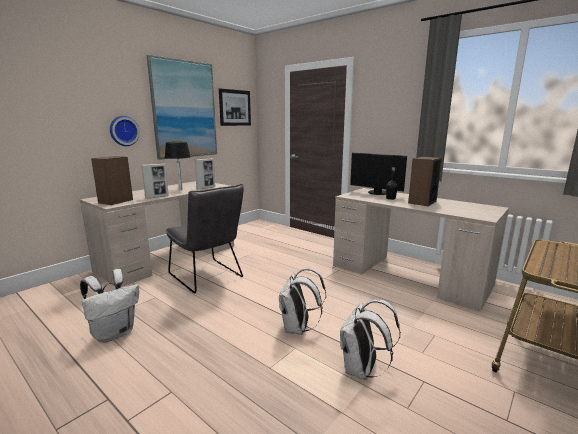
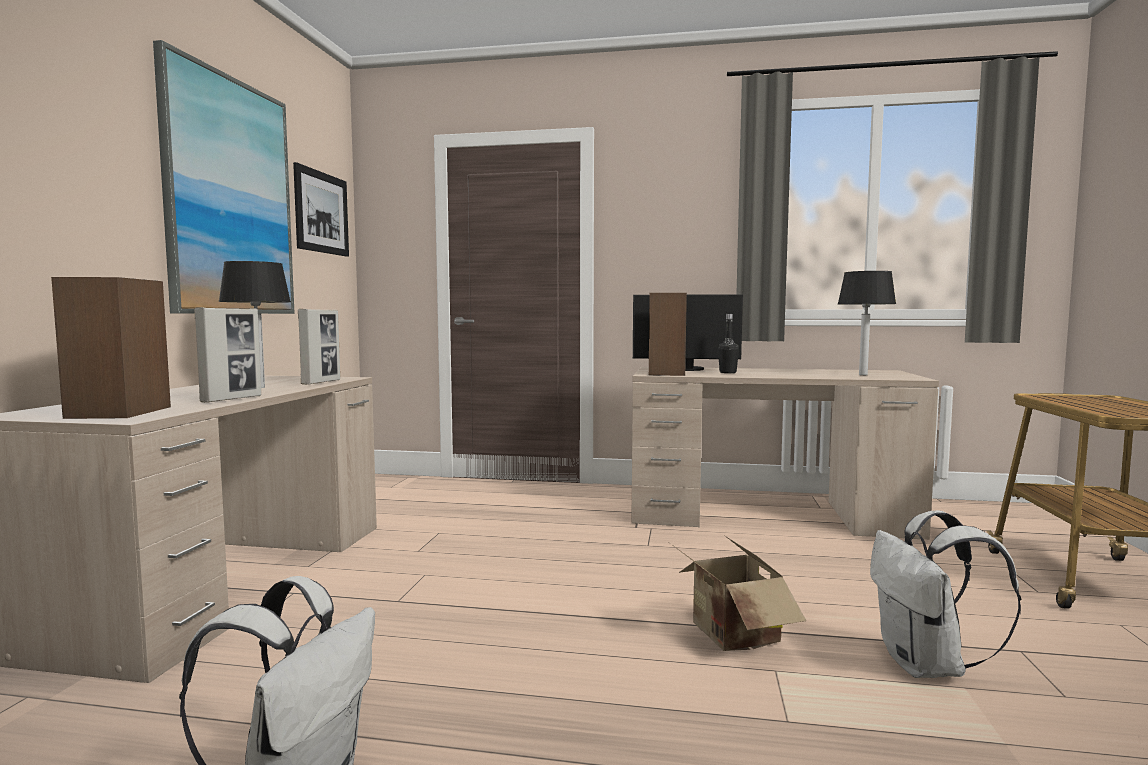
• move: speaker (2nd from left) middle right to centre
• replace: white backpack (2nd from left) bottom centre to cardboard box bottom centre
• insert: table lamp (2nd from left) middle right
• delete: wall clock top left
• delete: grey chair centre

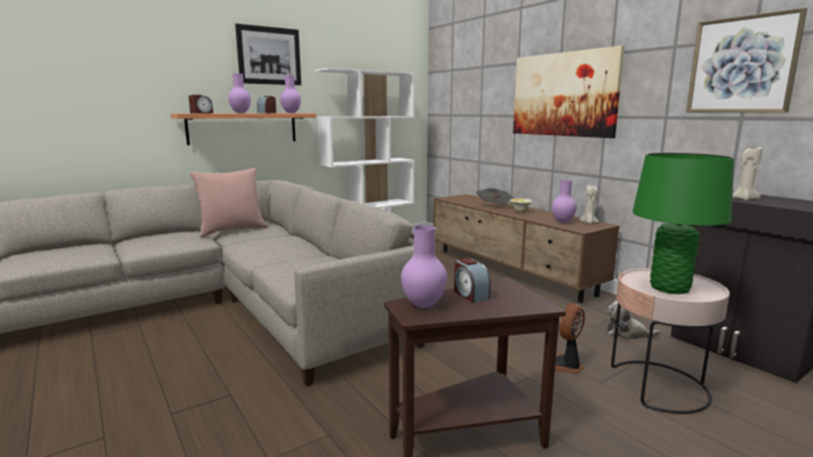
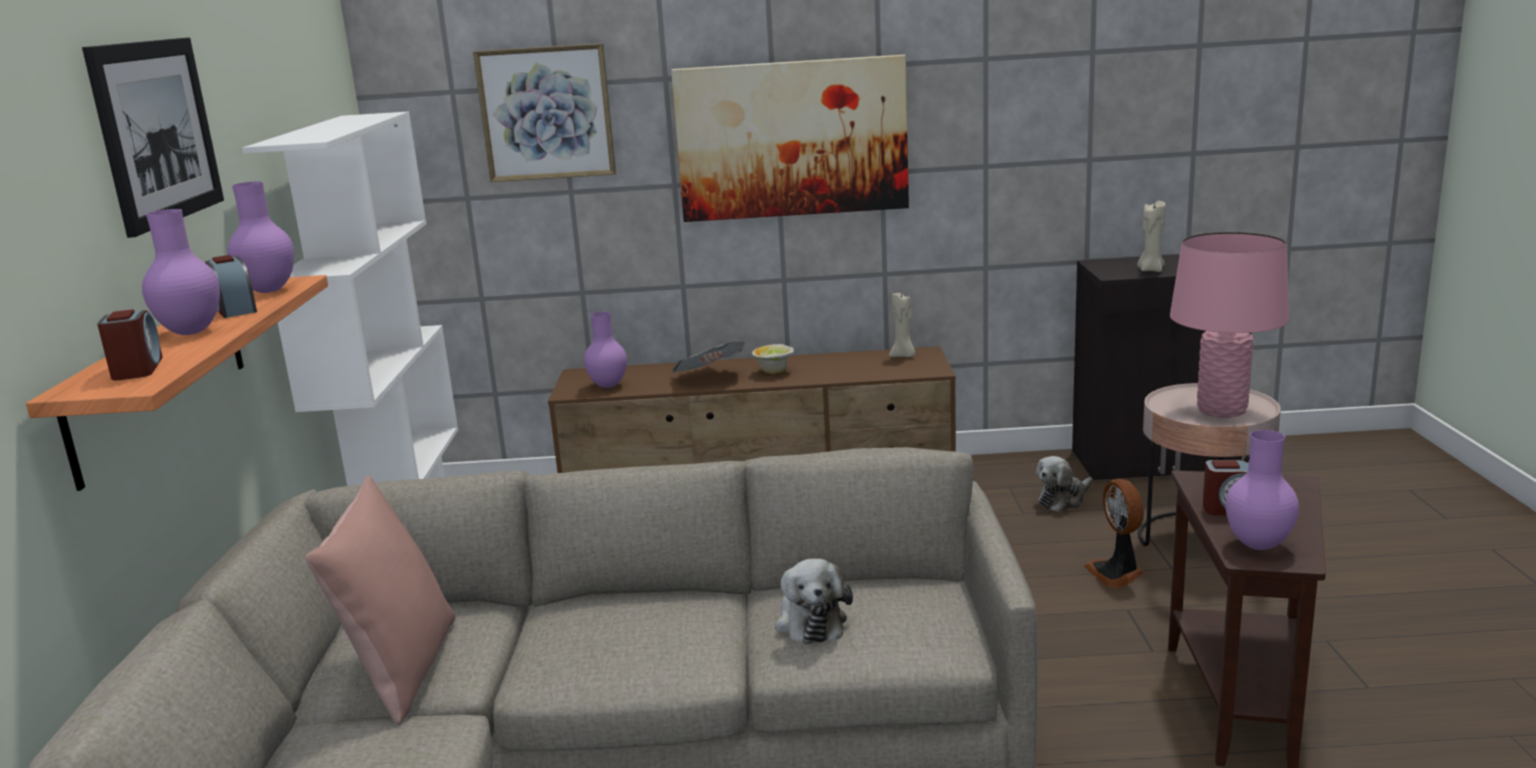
• move: picture (3rd from left in the first image) top right to picture (2nd from left) top centre
• move: purple vase (4th from left in the first image) middle right to purple vase (3rd from left) centre
• insert: plush toy (1st from left) bottom centre
• recolor: green table lamp middle right to pink table lamp middle right

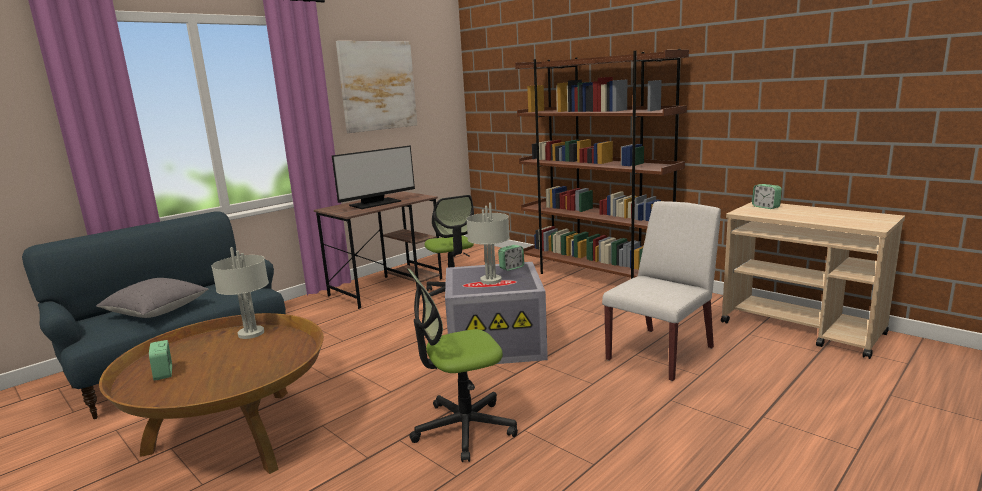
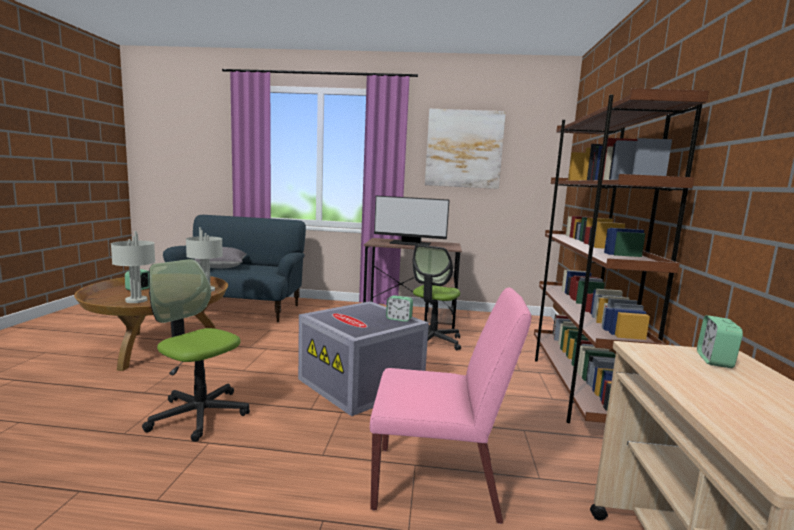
• move: grey table lamp (2nd from left in the first image) centre to grey table lamp (1st from left) middle left
• recolor: white chair middle right to pink chair bottom centre

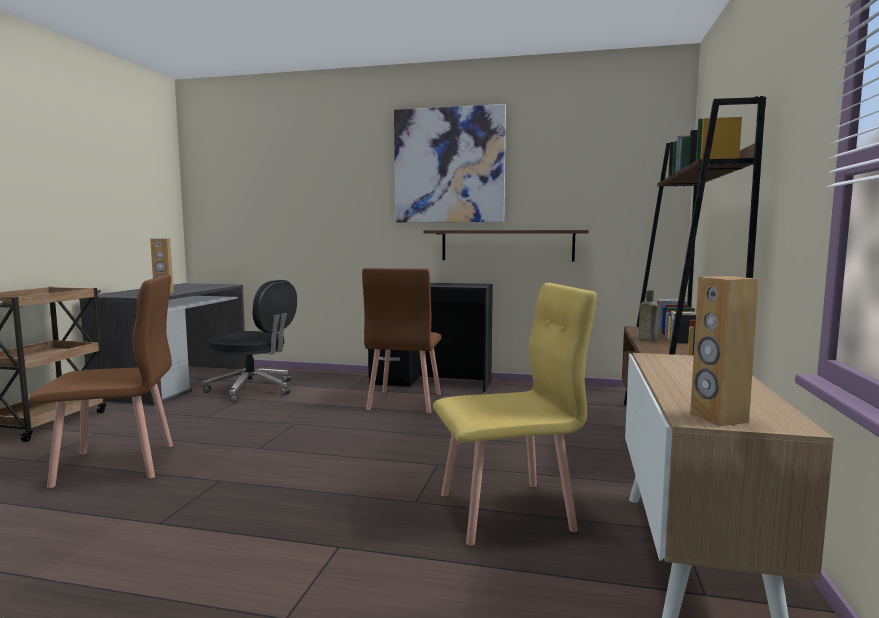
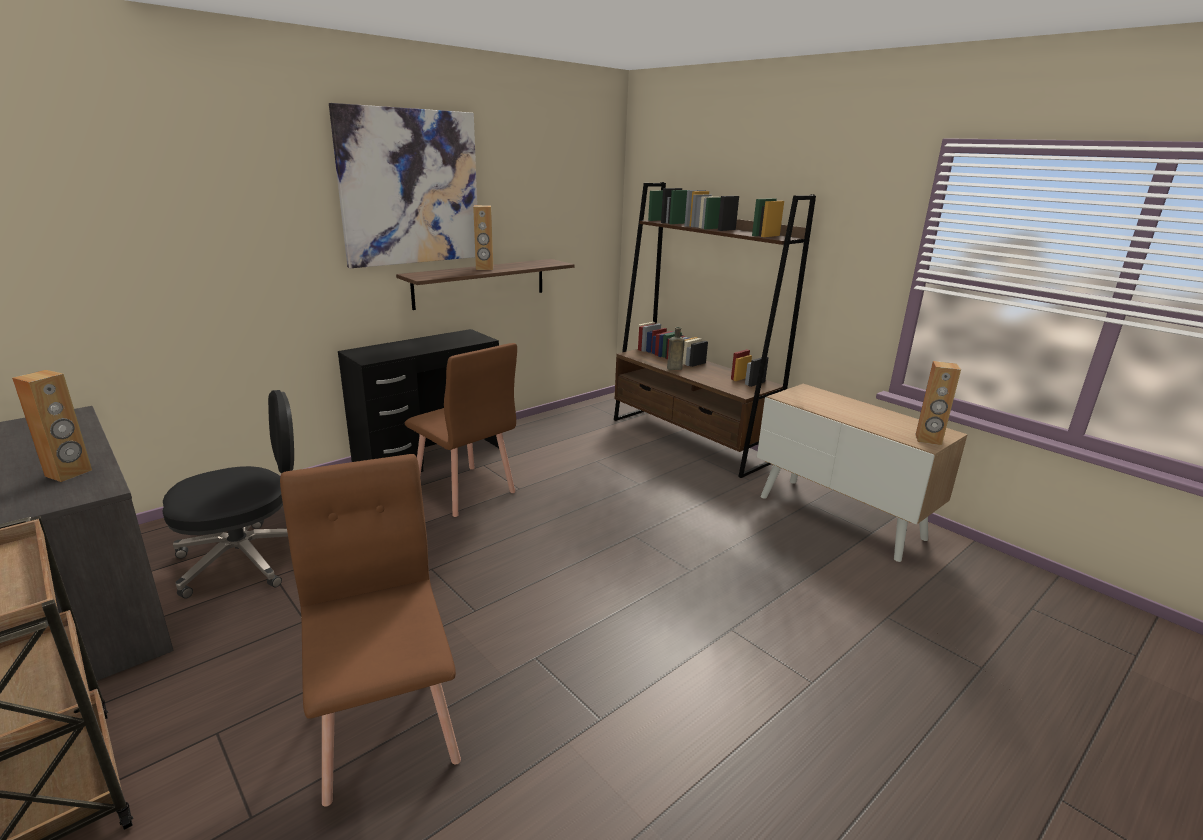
• rotate: brown chair (1st from left) middle left = bottom left 45 degrees counterclockwise
• insert: brown speaker (2nd from left) top centre
• delete: yellow chair bottom centre

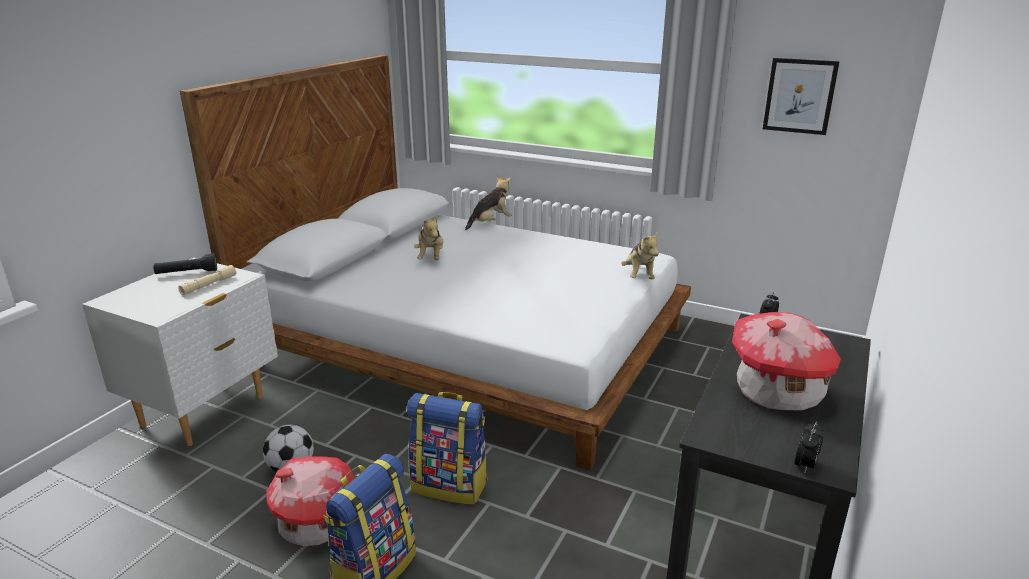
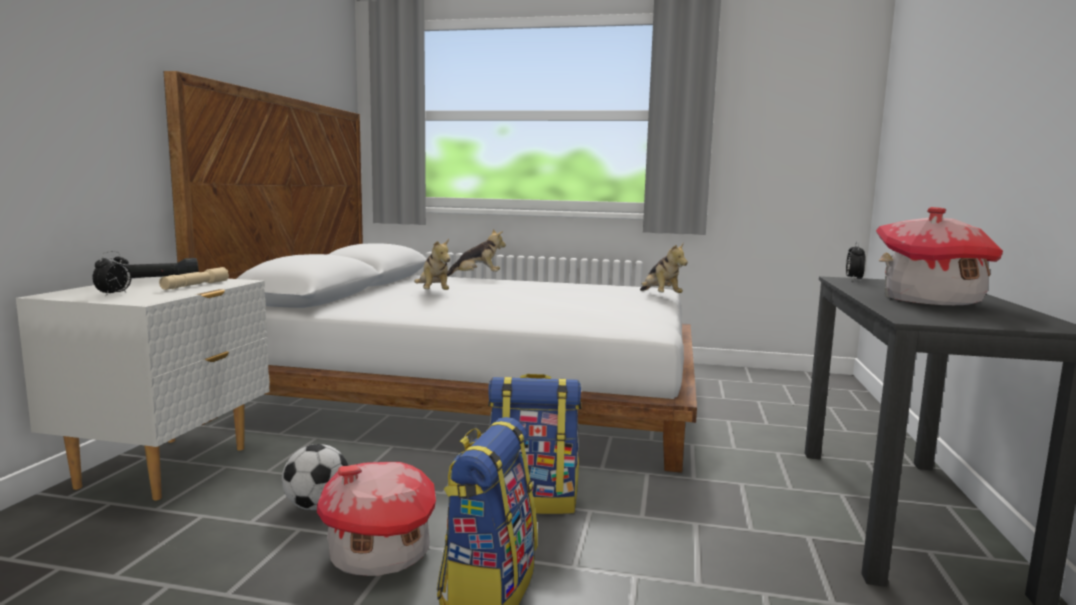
• move: alarm clock (2nd from left in the first image) bottom right to alarm clock (1st from left) middle left
• rotate: plush toy (2nd from left) centre = centre 45 degrees clockwise
• delete: picture top right

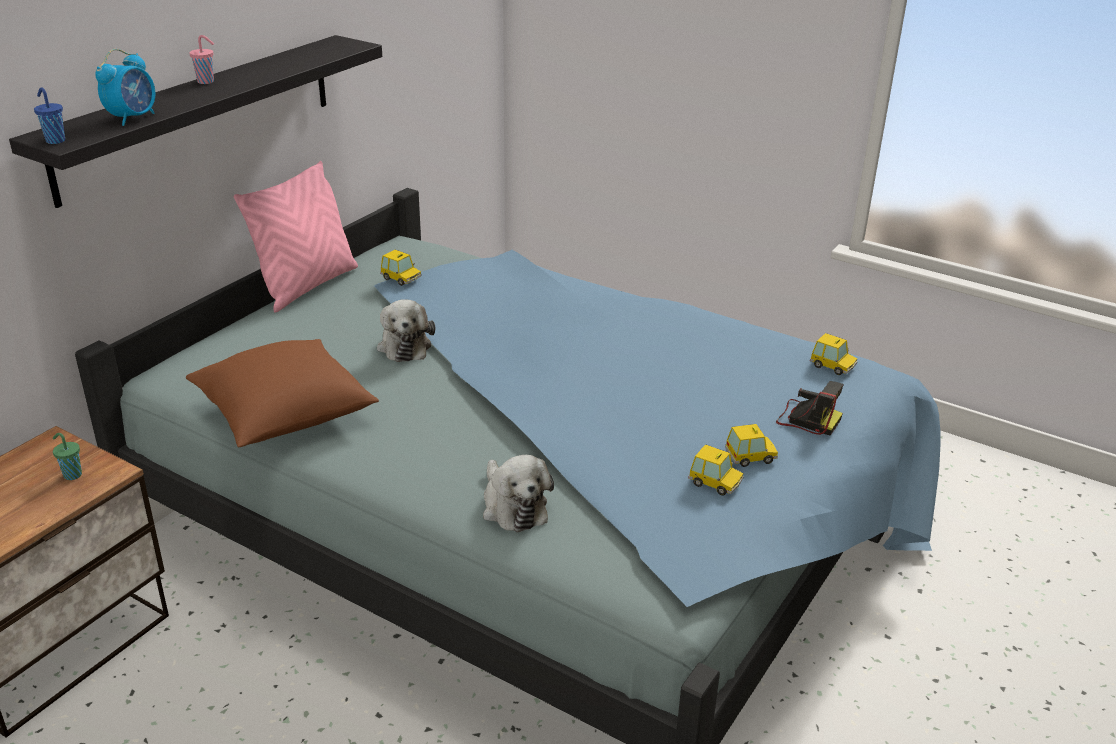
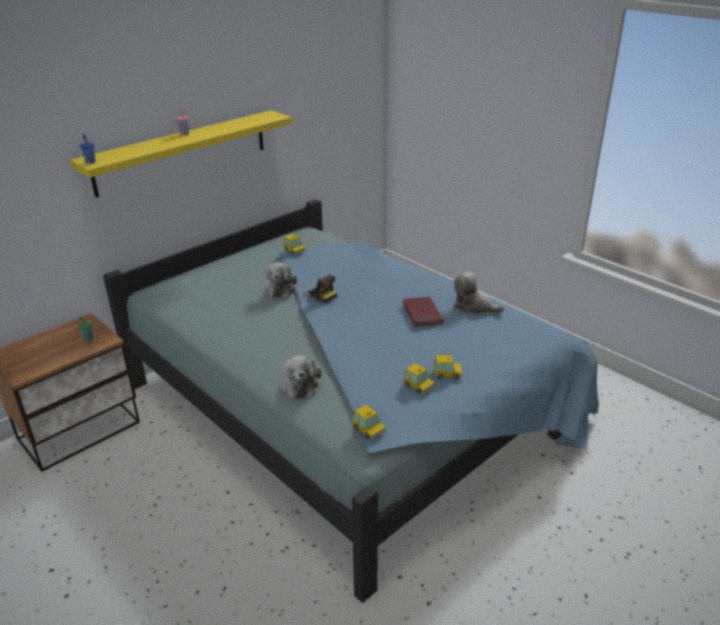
• recolor: black shelf top left to yellow shelf top left
• move: photo camera middle right to centre
• move: toy car (4th from left in the first image) middle right to toy car (2nd from left) bottom centre
• insert: red book centre
• insert: plush toy (3rd from left) centre
• delete: alarm clock top left
• delete: brown pillow middle left
• delete: pink pillow top left

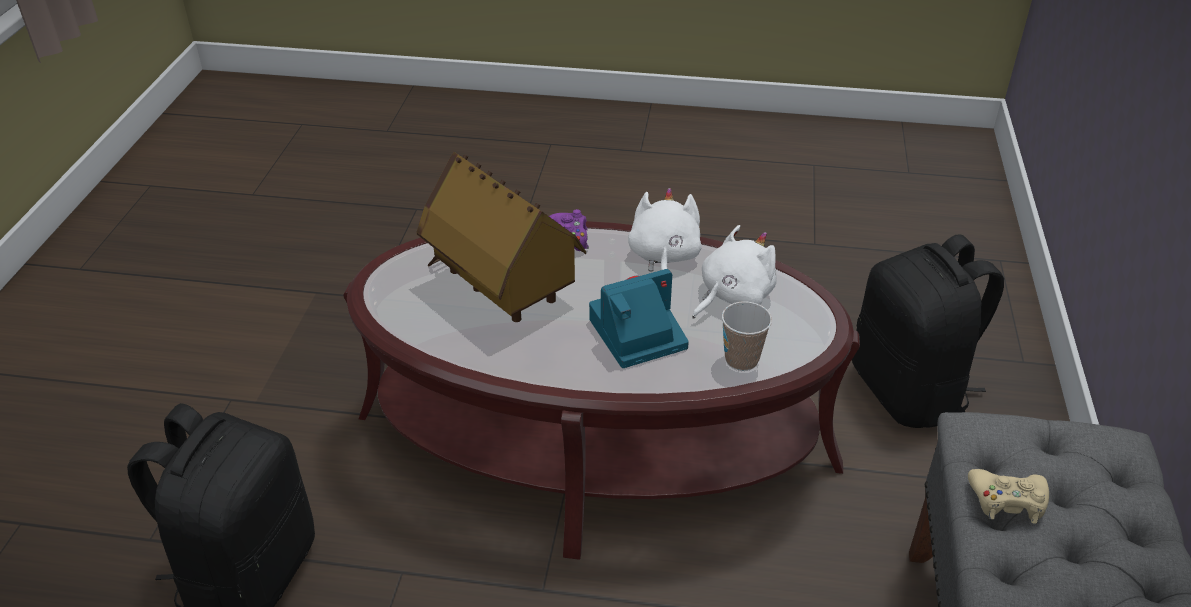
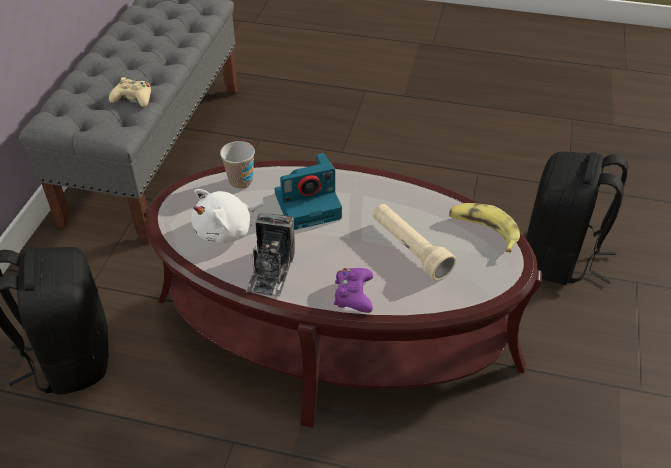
• replace: white plush toy (1st from left) centre to photo camera (1st from left) centre
• replace: toy house centre to beige flashlight centre
• insert: banana middle right

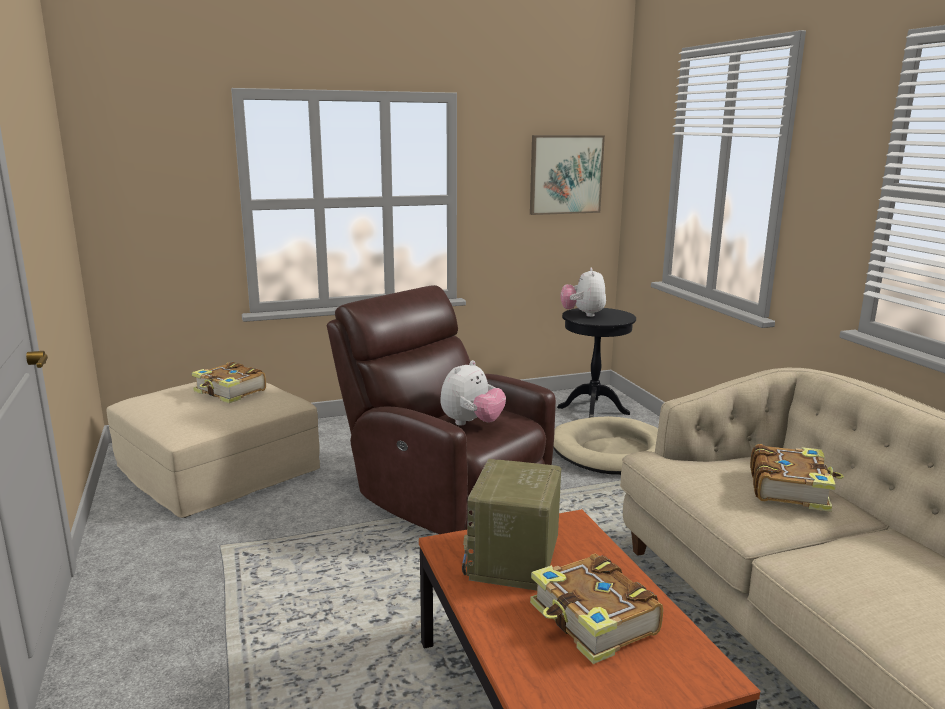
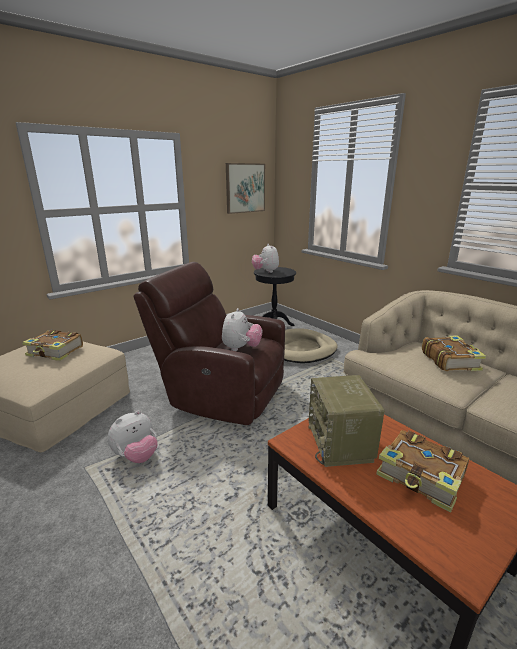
• insert: plush toy (1st from left) bottom left

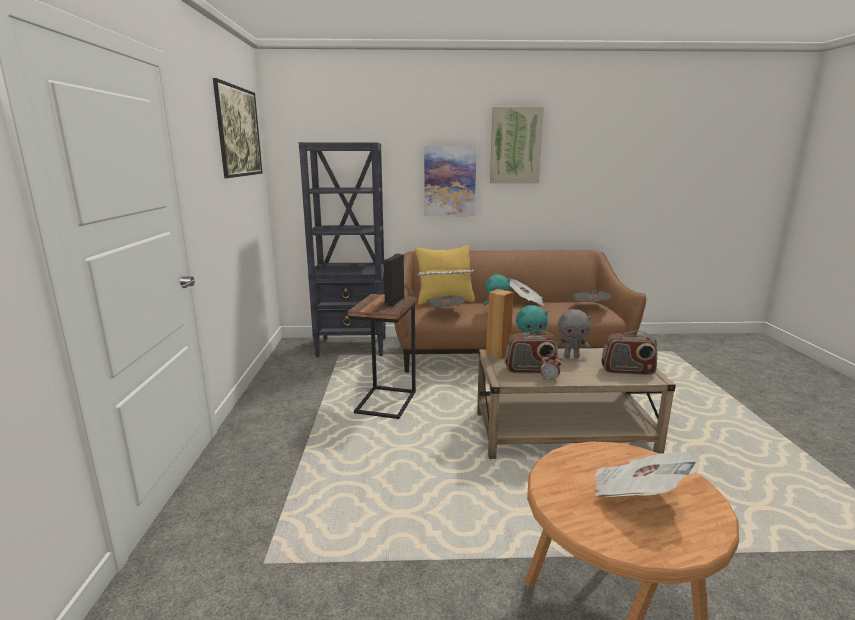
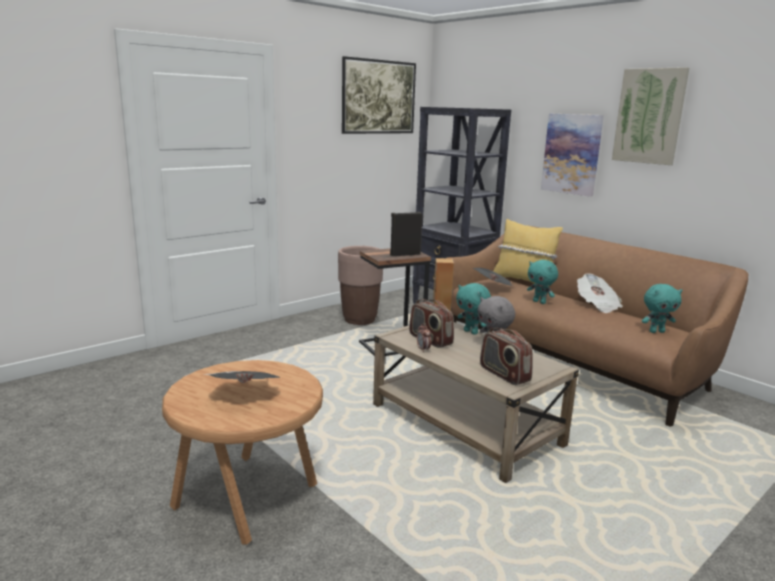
• insert: brown planter centre
• replace: newspaper (3rd from left) middle right to turquoise plush toy (3rd from left) middle right

